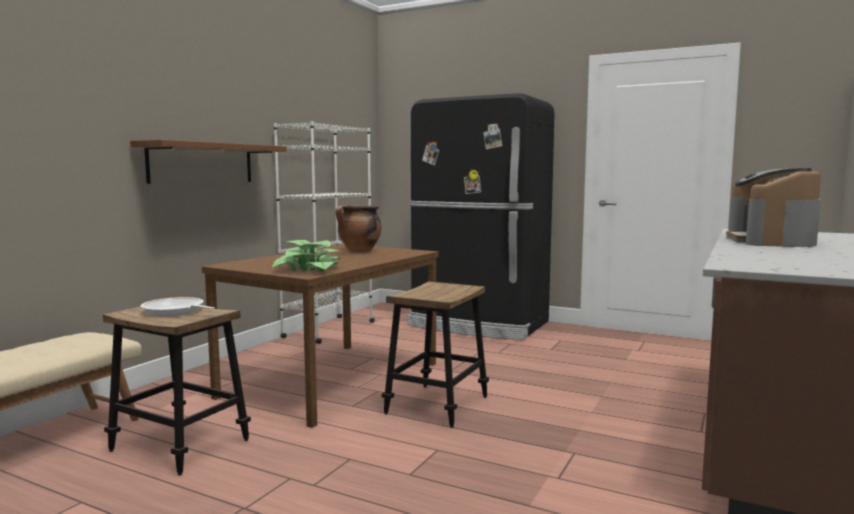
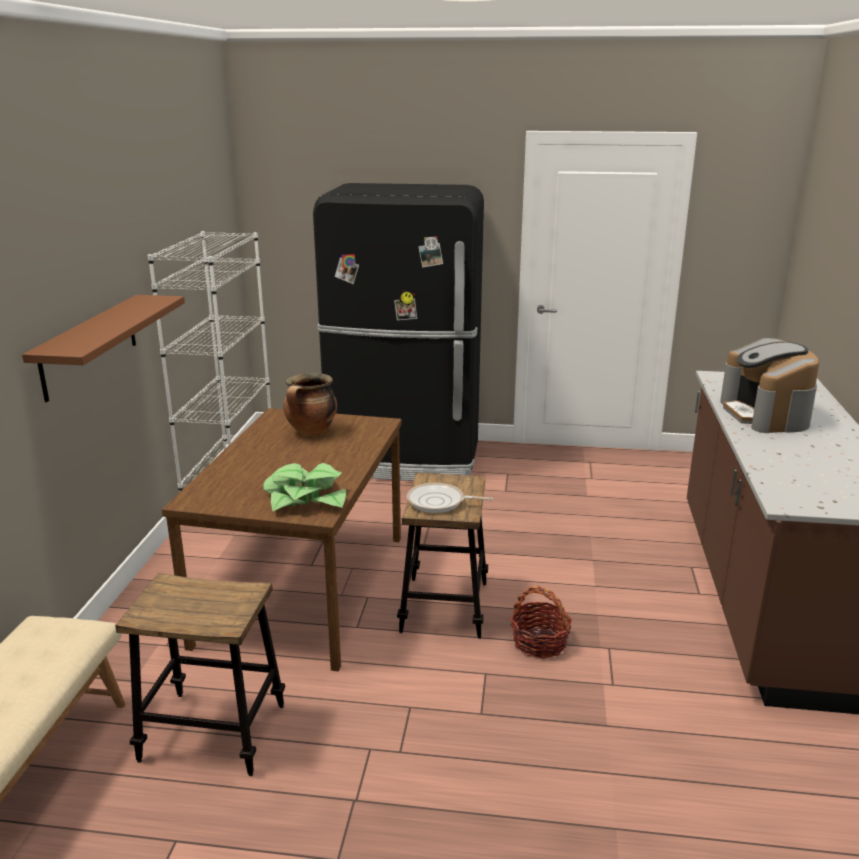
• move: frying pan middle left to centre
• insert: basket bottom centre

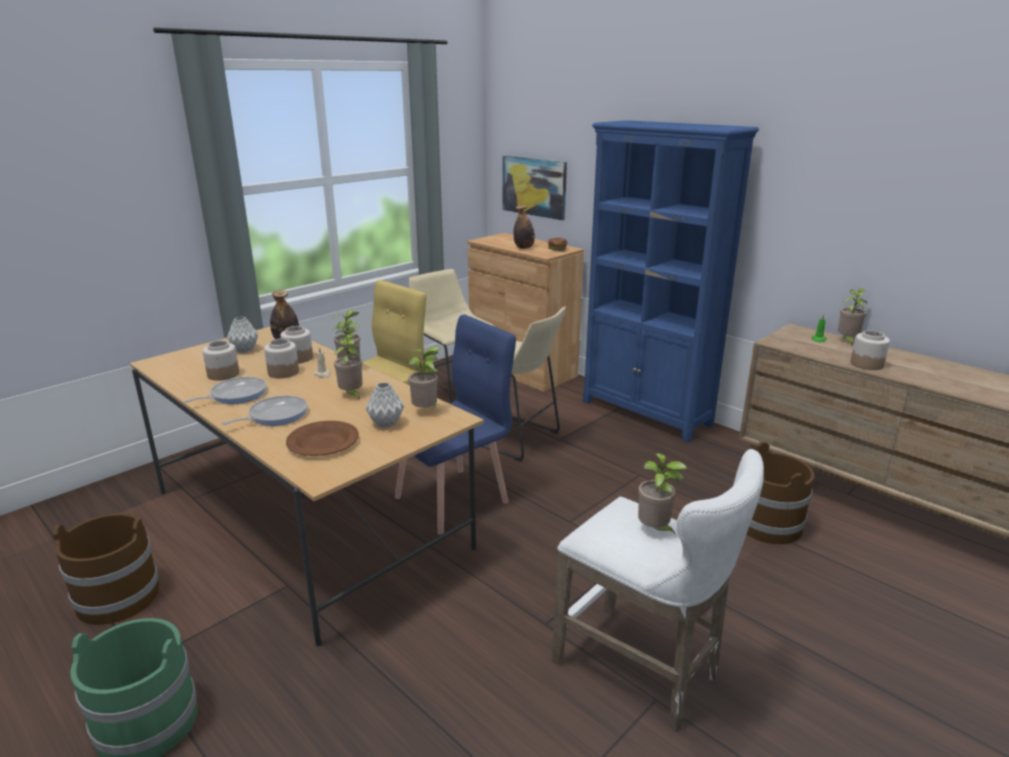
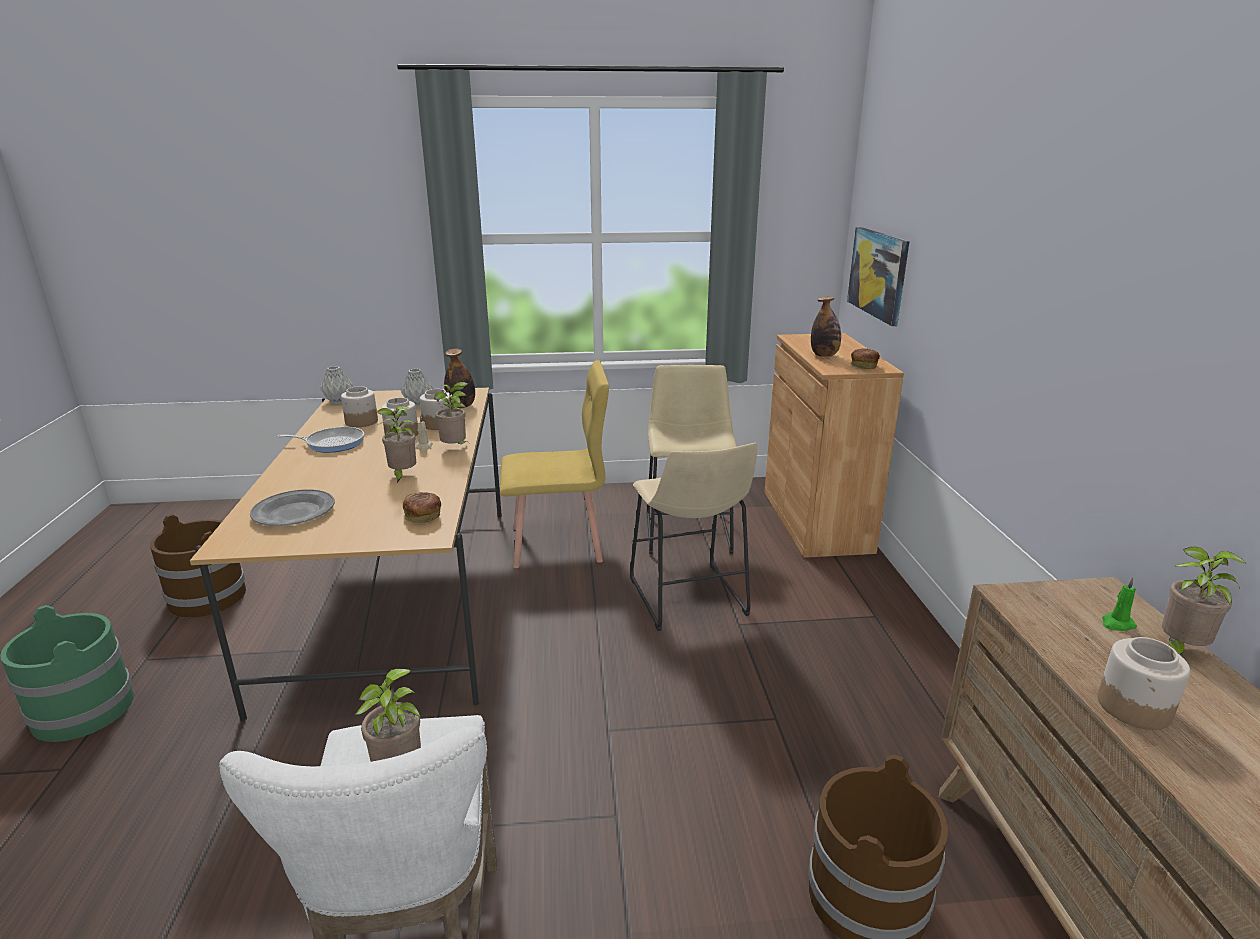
• recolor: brown plate middle left to grey plate middle left
• move: grey vase (2nd from left in the first image) centre to grey vase (1st from left) middle left
• replace: potted plant (3rd from left) centre to bread (1st from left) centre
• delete: frying pan (2nd from left) middle left
• delete: blue chair centre
• delete: blue bookcase centre

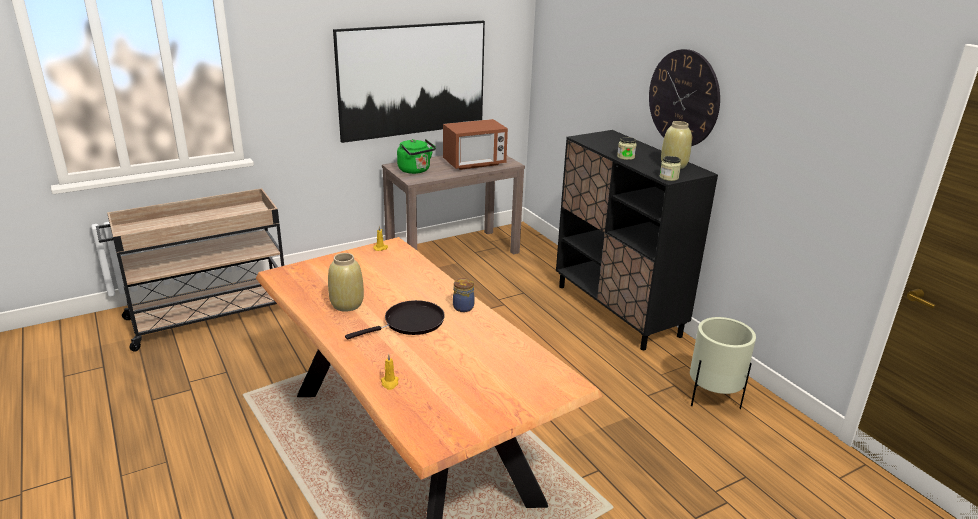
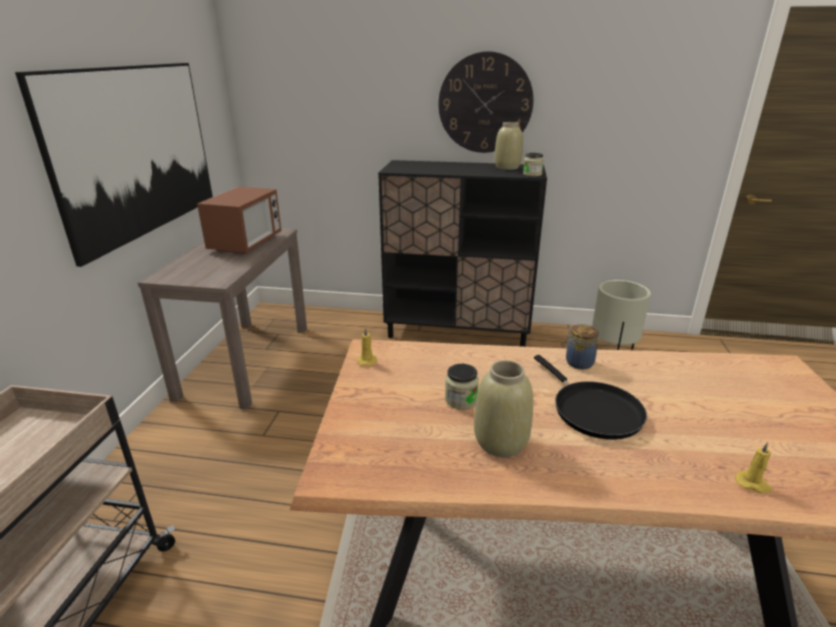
• move: jar (2nd from left in the first image) top centre to jar (1st from left) centre
• rotate: black frying pan centre = middle right 150 degrees clockwise
• delete: green kettle top centre

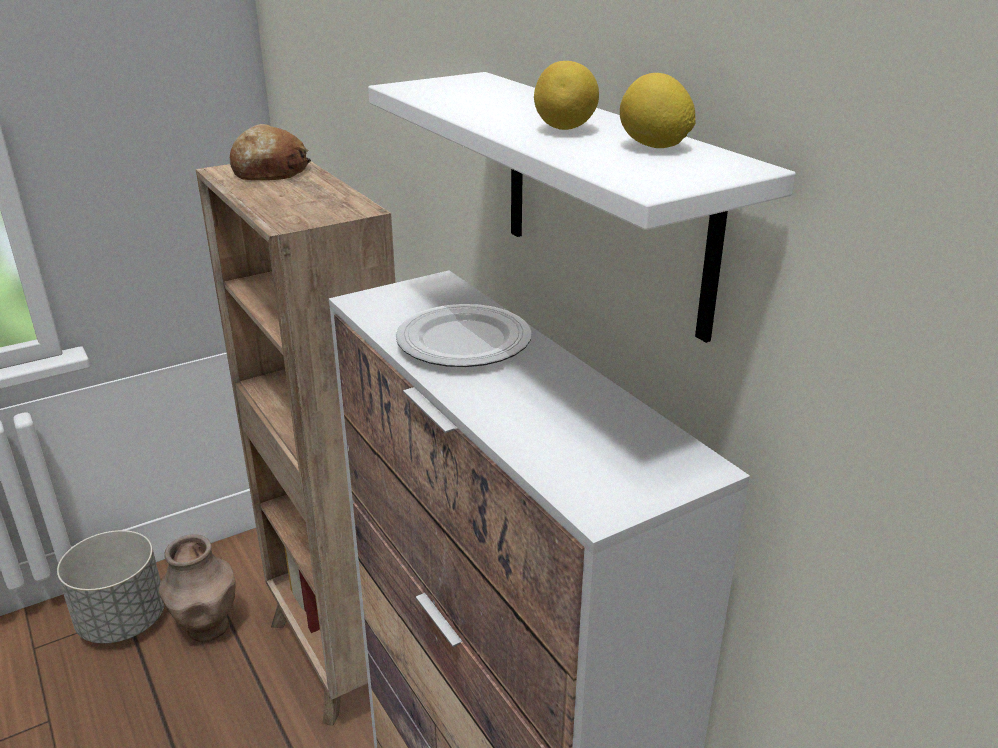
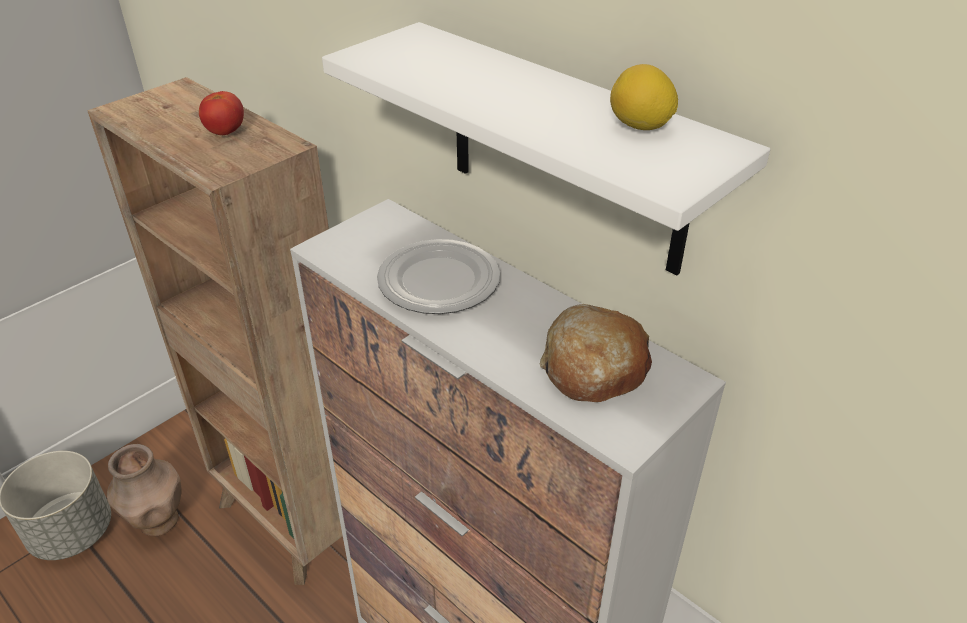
• insert: tomato top left
• move: bread top left to centre
• delete: lemon (1st from left) top centre

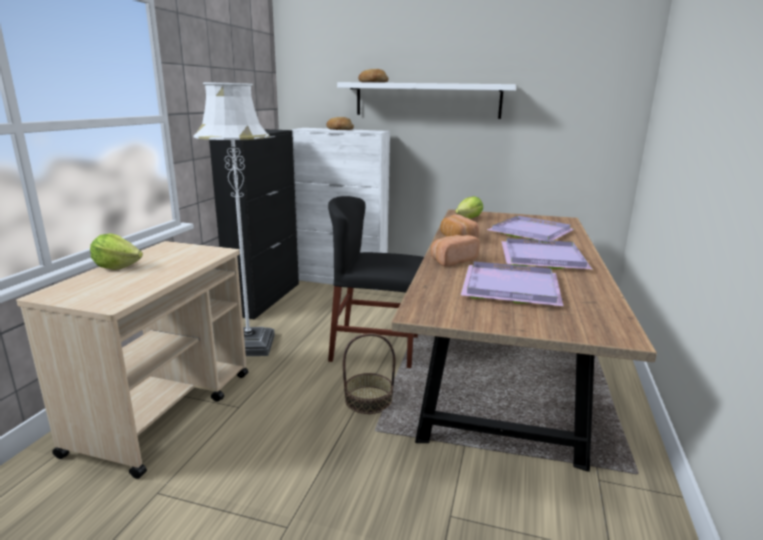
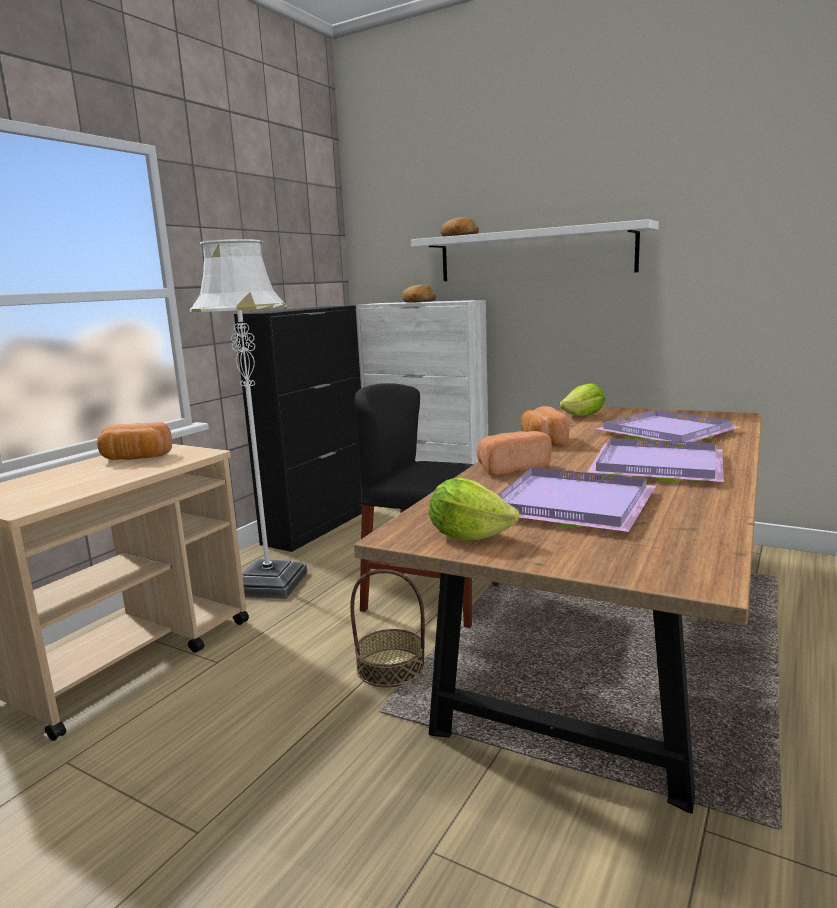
• insert: bread (1st from left) middle left
• move: lettuce (1st from left) middle left to centre

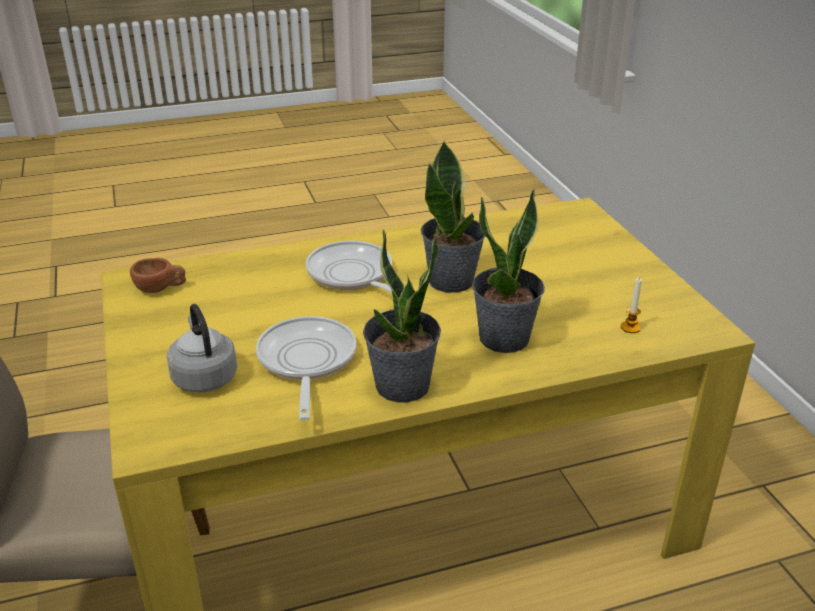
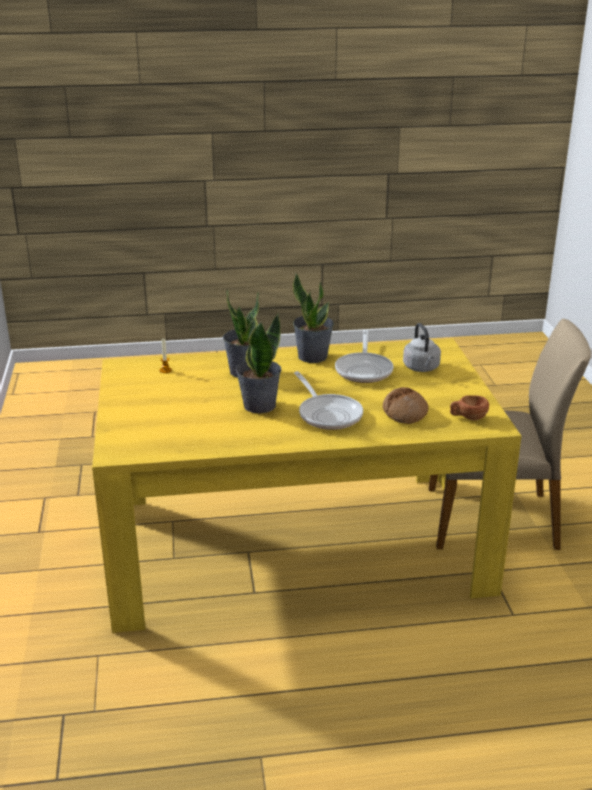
• insert: bread middle right

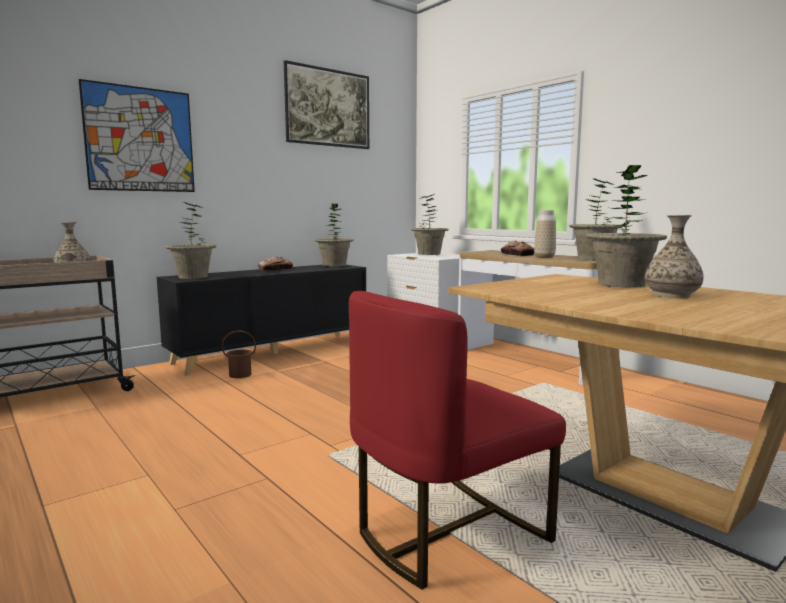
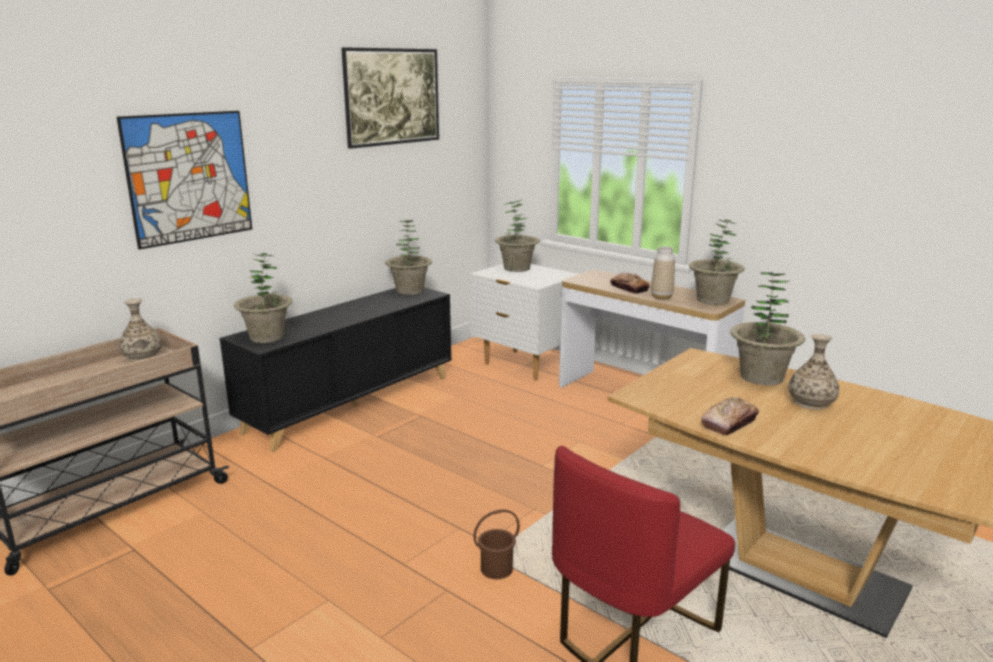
• move: brown bucket middle left to bottom centre
• move: bread (1st from left in the first image) centre to bread (2nd from left) middle right

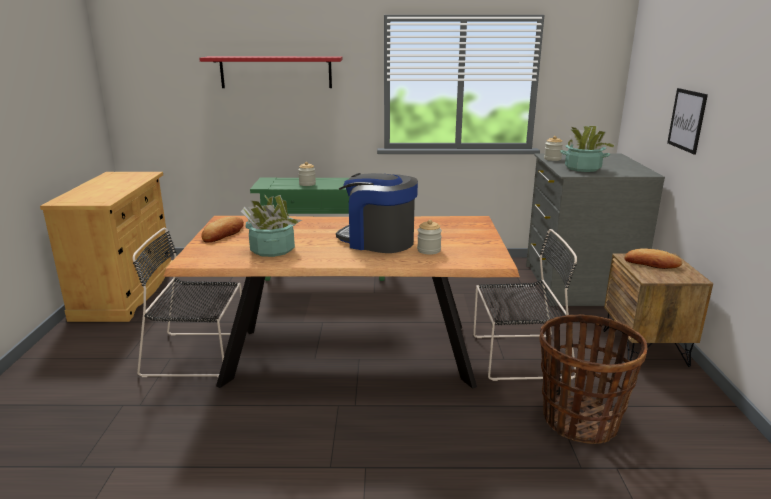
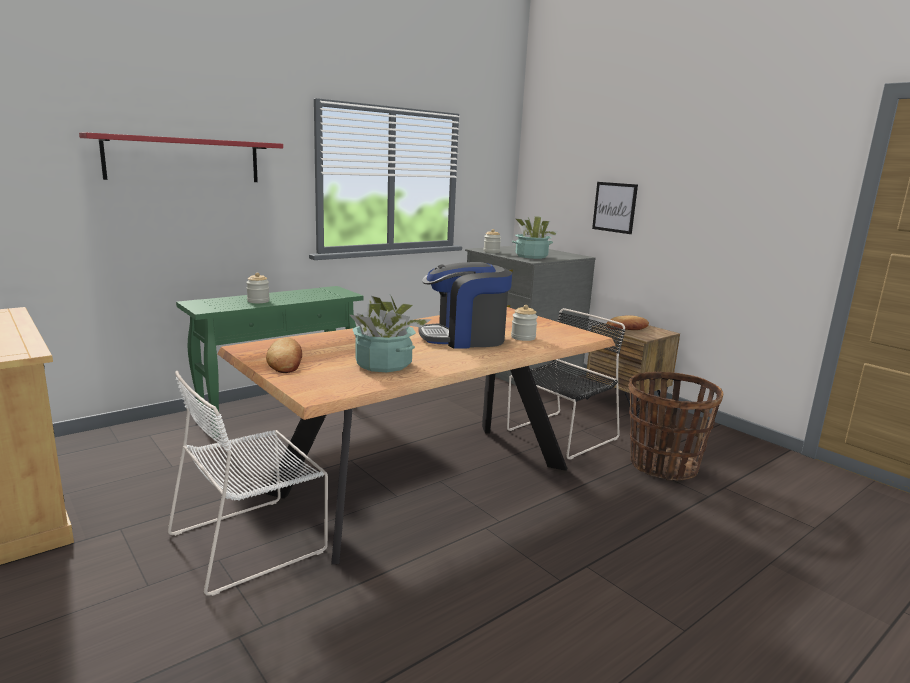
• recolor: black chair (1st from left) middle left to white chair bottom left

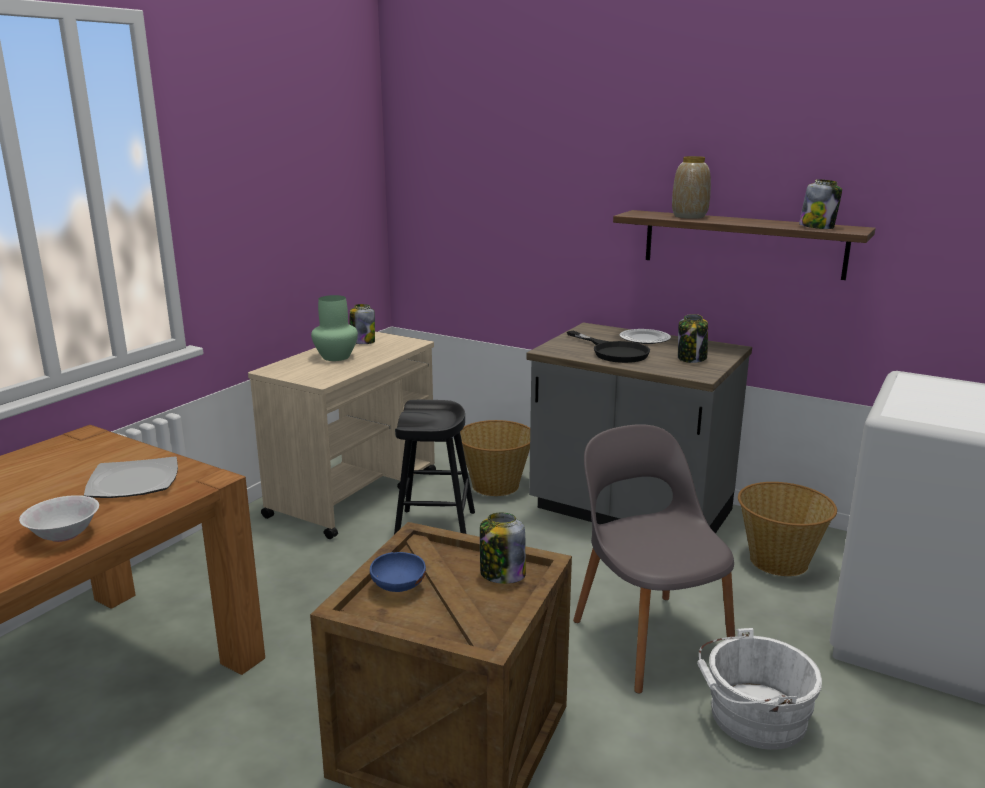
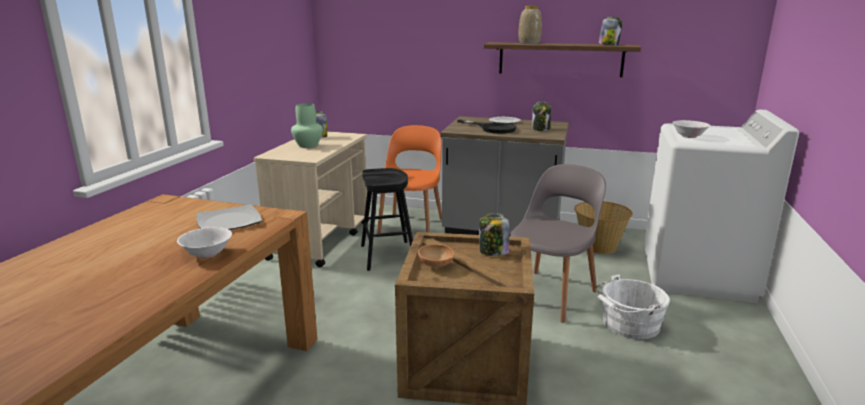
• replace: basket (1st from left) centre to orange chair centre
• recolor: blue bowl bottom centre to brown bowl centre
• rotate: grey chair bottom centre = centre 75 degrees clockwise
• insert: white bowl (2nd from left) top right

